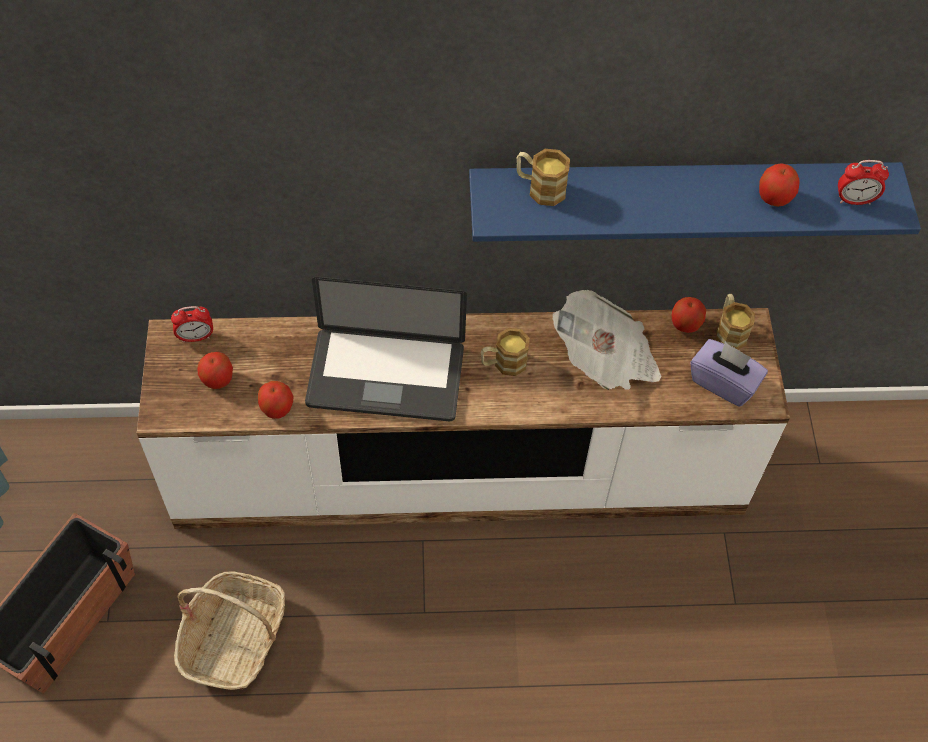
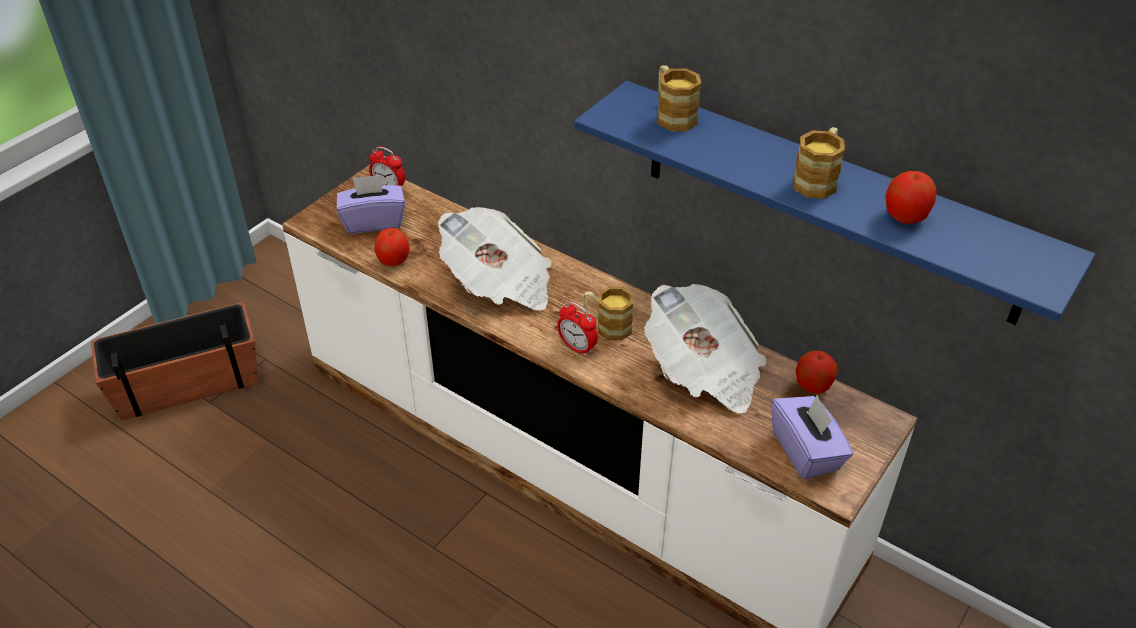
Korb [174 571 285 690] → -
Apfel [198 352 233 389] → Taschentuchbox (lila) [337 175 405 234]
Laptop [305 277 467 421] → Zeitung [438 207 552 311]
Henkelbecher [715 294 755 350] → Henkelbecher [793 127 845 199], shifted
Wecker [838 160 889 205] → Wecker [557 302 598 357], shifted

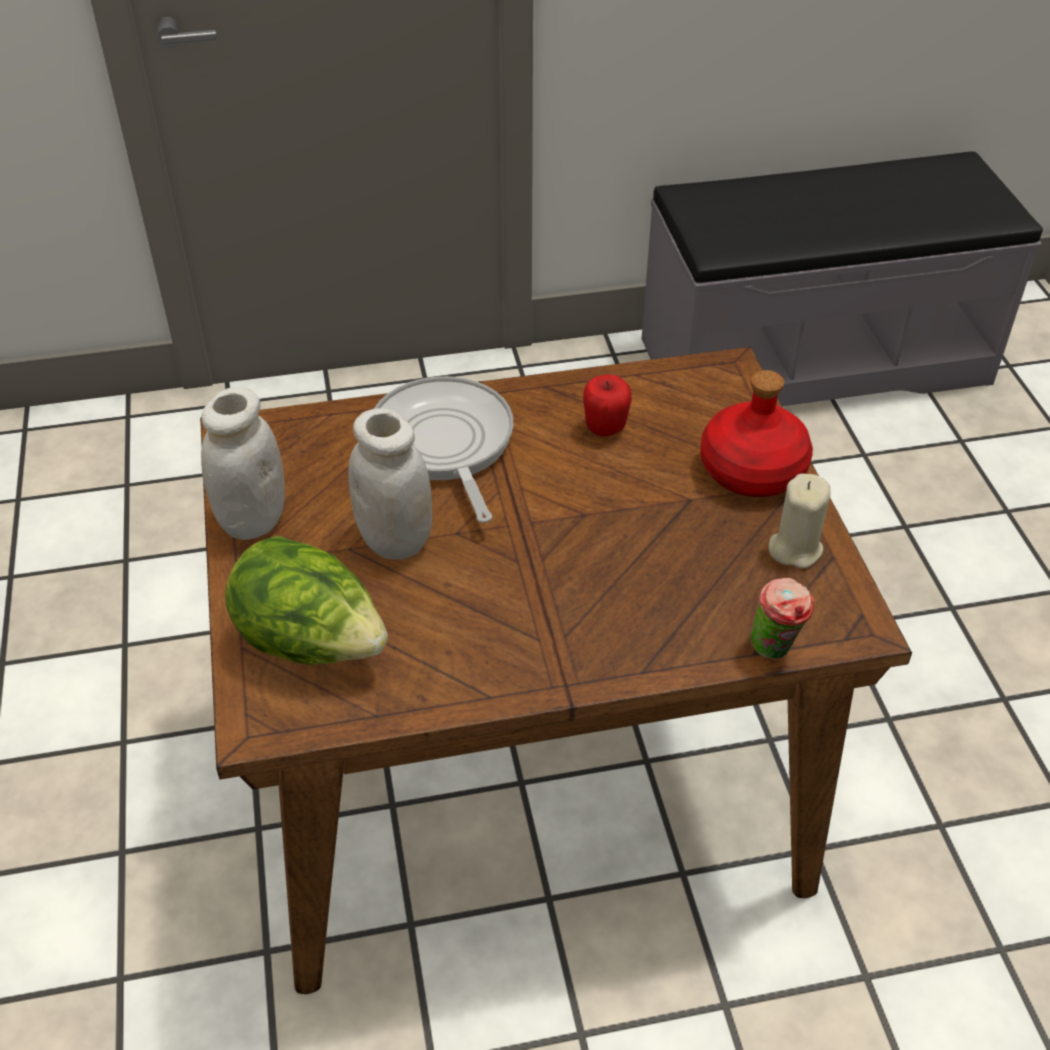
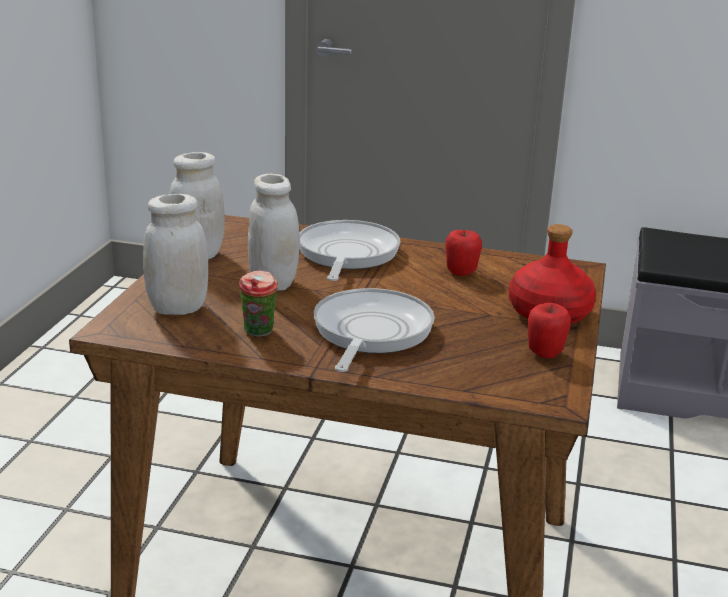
Salatkopf [225 536 388 665] → Vorratsglas (weiß) [143 194 208 315]
Tasse [751 578 814 659] → Tasse [239 271 278 337], shifted
Kerze (beige) [769 473 831 568] → Apfel [528 303 571 359]
- → Pfanne [314 288 434 372]

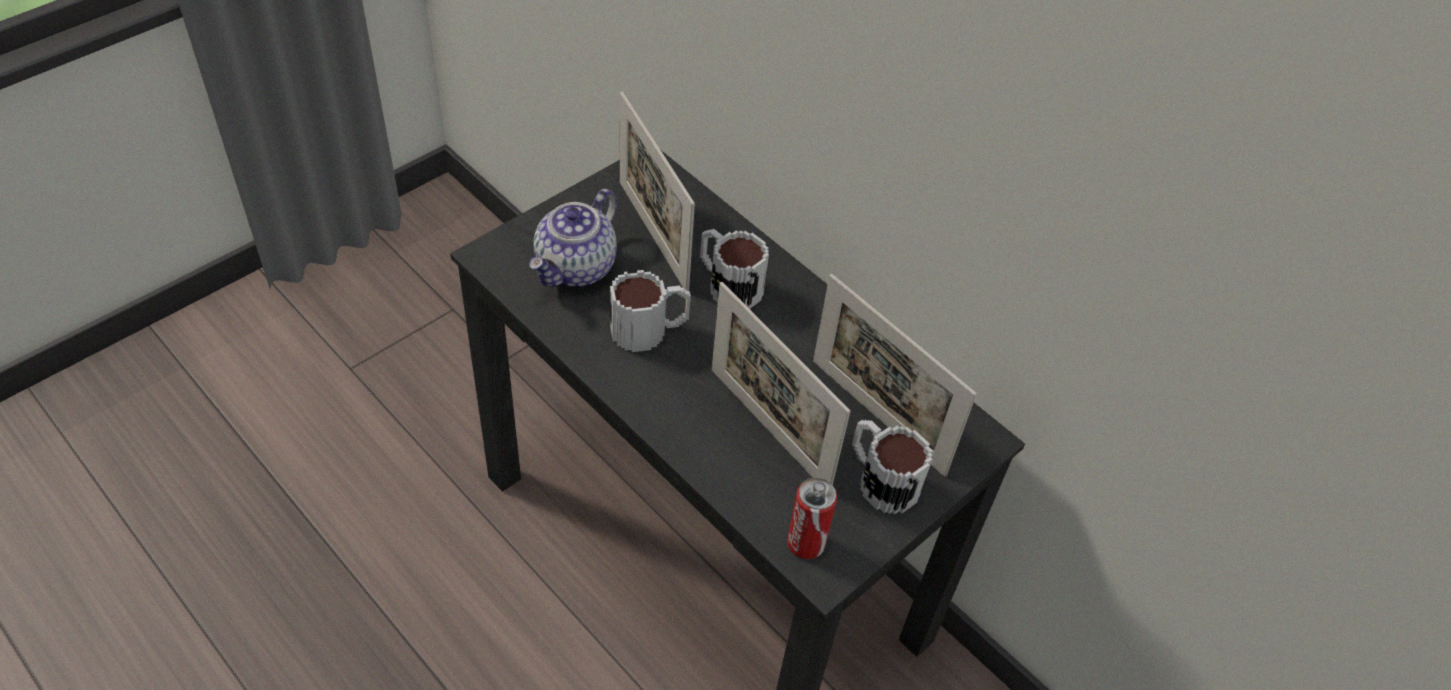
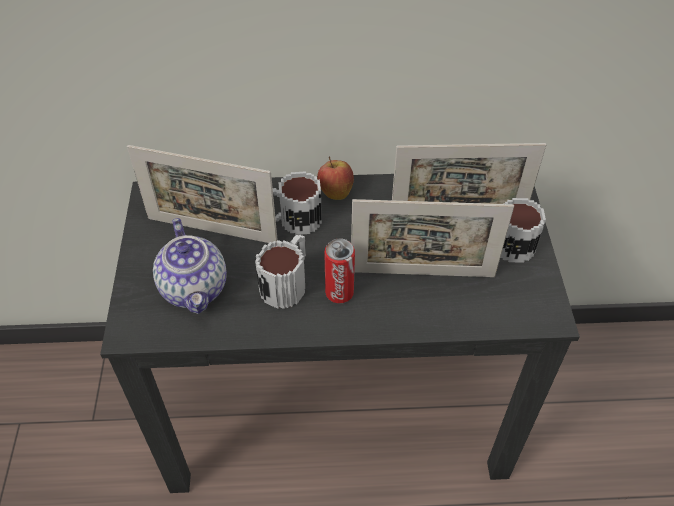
Dose [787 477 837 559] → Dose [324 238 355 303], shifted
- → Apfel [317 156 354 200]

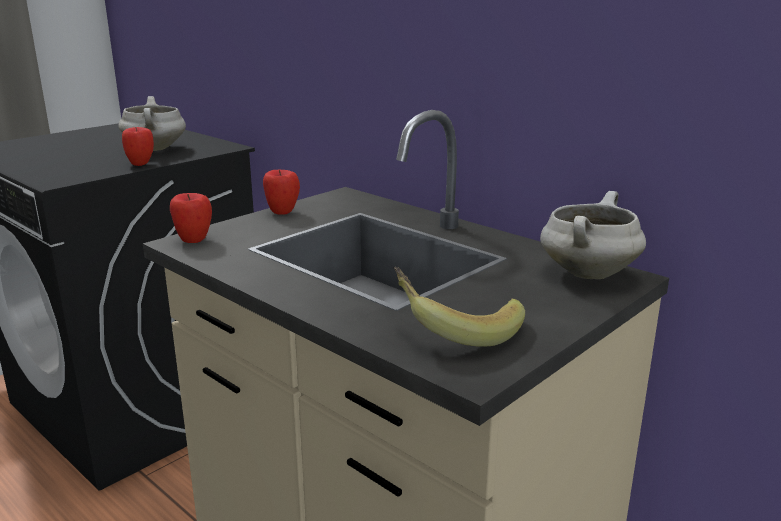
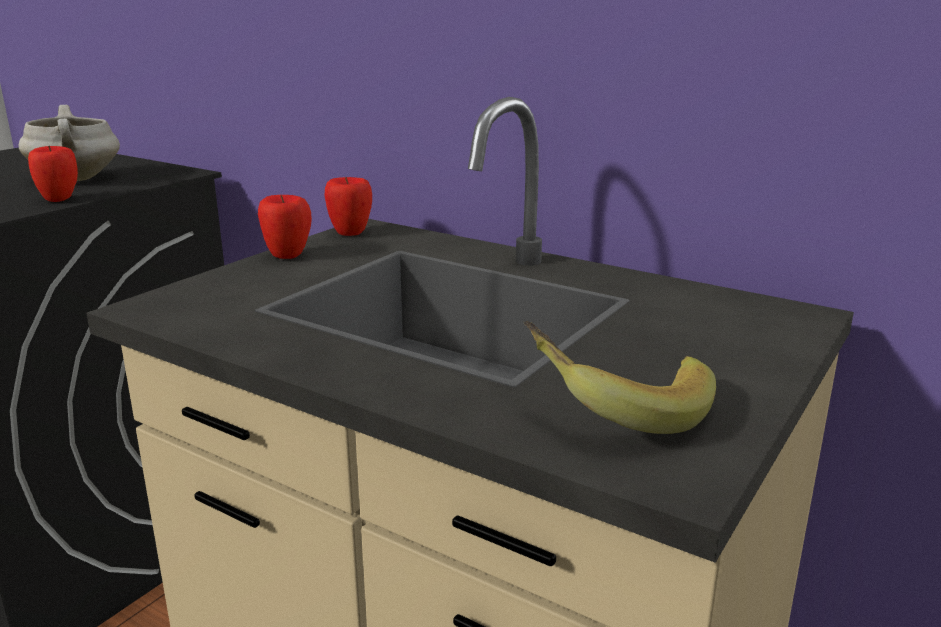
Apfel [170 193 212 243] → Apfel [325 177 372 236], shifted
Kochtopf (weiß) [540 191 646 279] → -

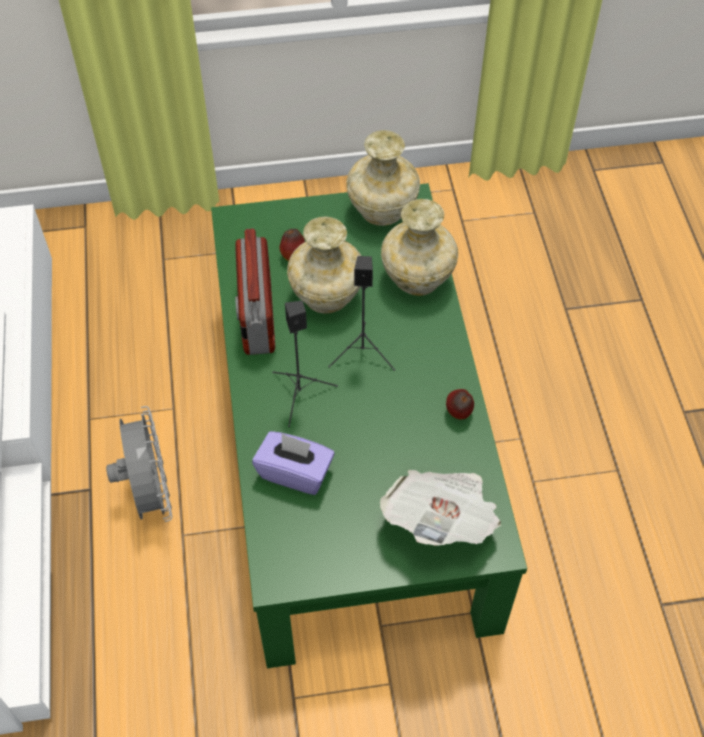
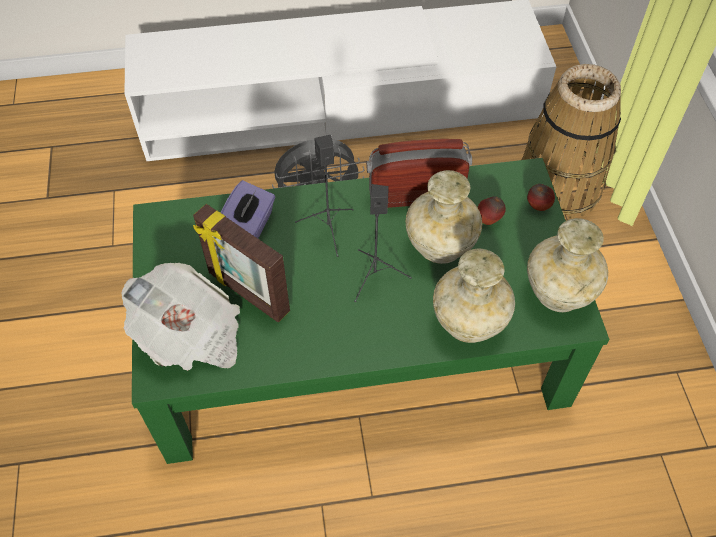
Apfel [446 389 474 419] → Apfel [527 184 555 211], shifted
- → Bilderrahmen [193 204 290 322]
- → Korb [522 64 621 219]

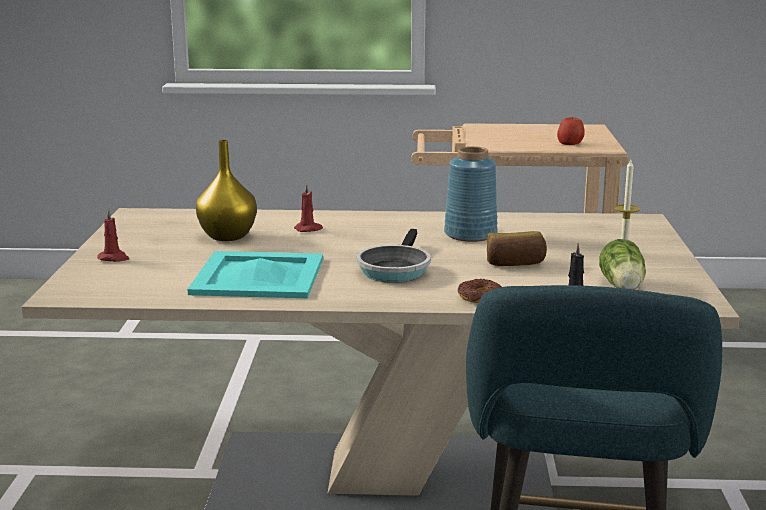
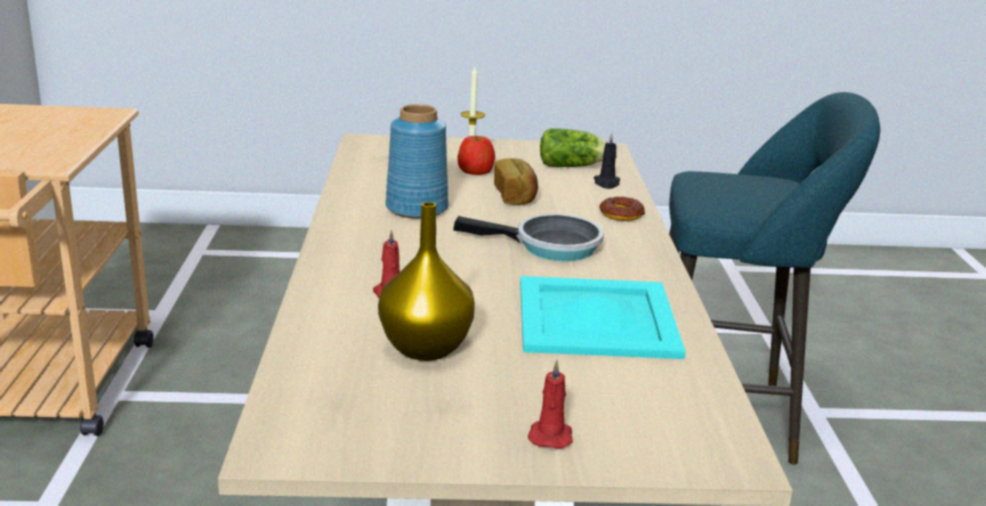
Apfel [557 117 585 145] → Apfel [458 136 495 175], shifted

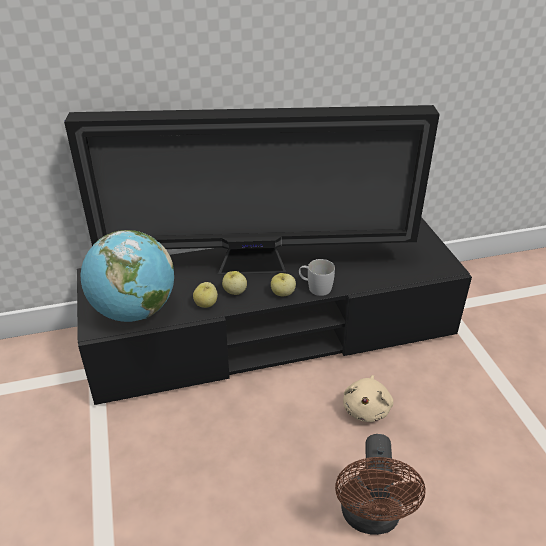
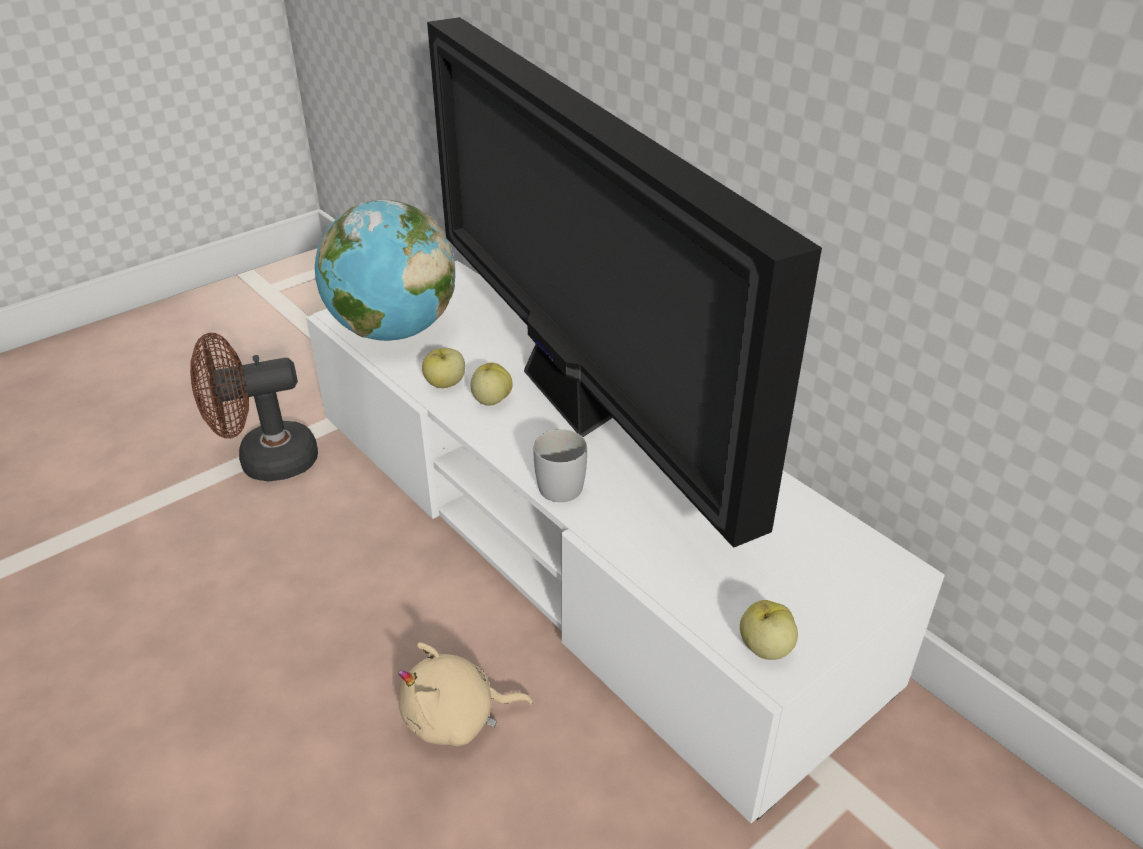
Fernsehschrank (schwarz) [77 217 472 405] → Fernsehschrank (weiß) [306 261 945 823]
Apfel [271 273 296 296] → Apfel [740 600 798 660], shifted
Ventilator (braun) [335 434 426 535] → Ventilator (braun) [190 333 318 482], shifted

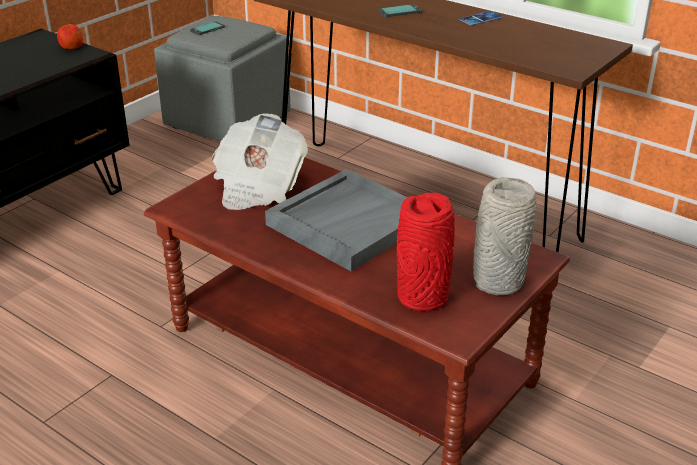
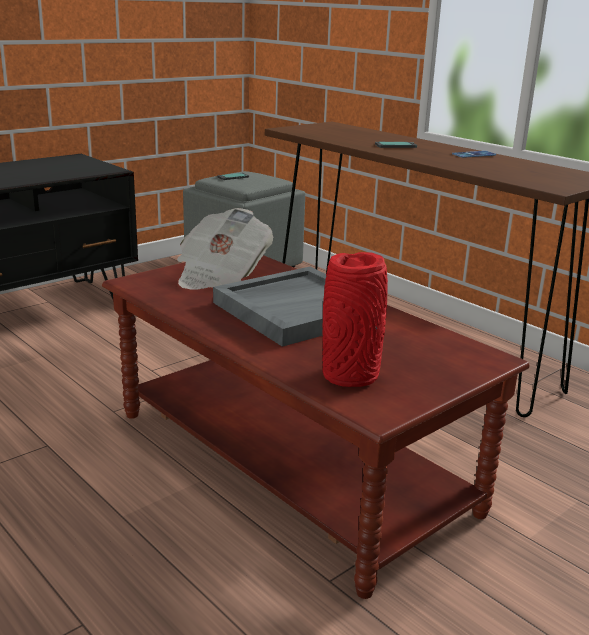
Apfel [57 24 83 49] → -
Vase (grau) [473 177 537 295] → -

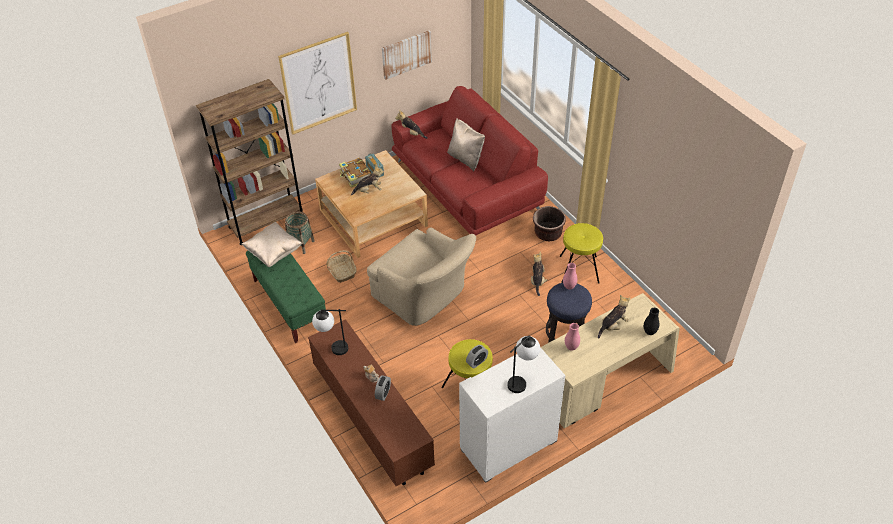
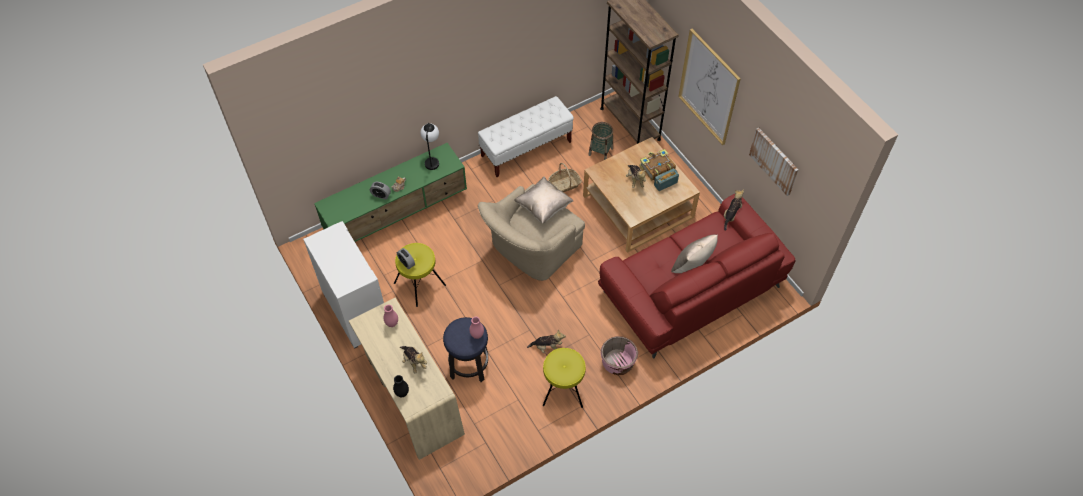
Kissen (beige) [242 222 302 267] → Kissen (beige) [514 176 573 224], shifted
Bank (grün) [246 251 326 343] → Bank (weiß) [478 96 574 177]
Fernsehschrank (braun) [308 319 435 486] → Fernsehschrank (grün) [314 143 467 242]
Tischlampe [508 336 540 393] → -
Pflanzkübel (braun) [533 206 566 241] → Pflanzkübel (rosa) [601 336 638 375]

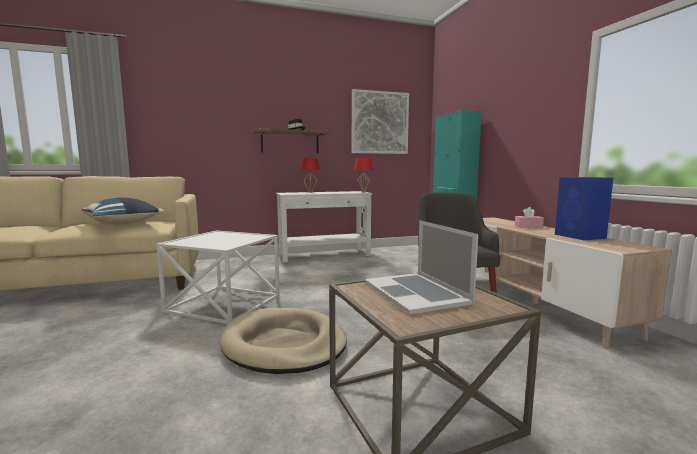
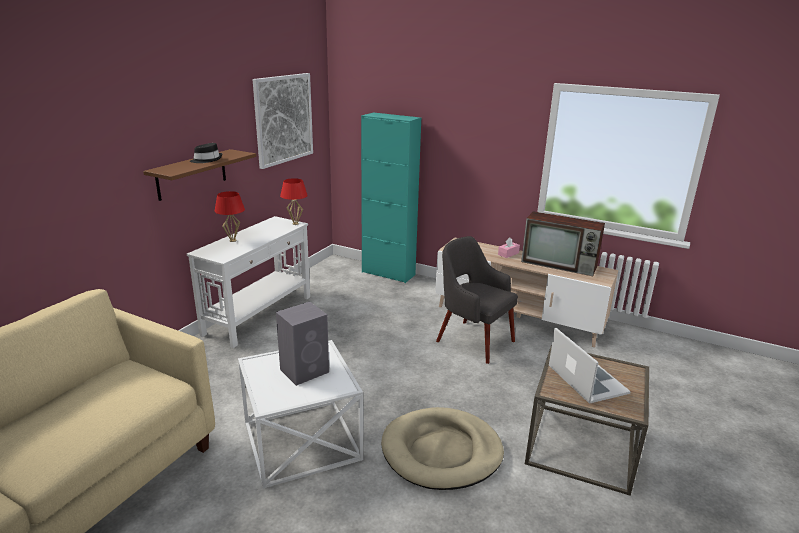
Kissen (blau) [82 198 164 225] → -
Laptop [365 220 478 314] → Laptop [549 327 631 403], 135 degrees counterclockwise
Lautsprecher (blau) [555 177 613 240] → Fernseher [521 211 605 276]
- → Lautsprecher (grau) [276 302 329 386]

